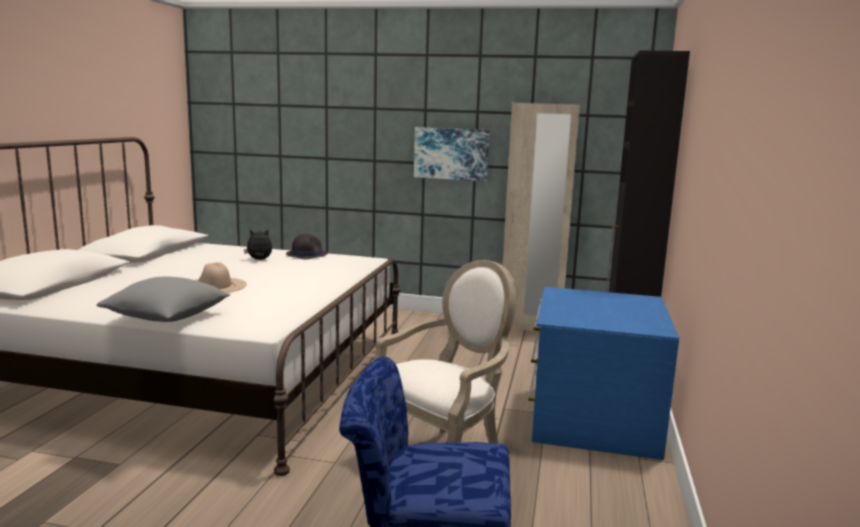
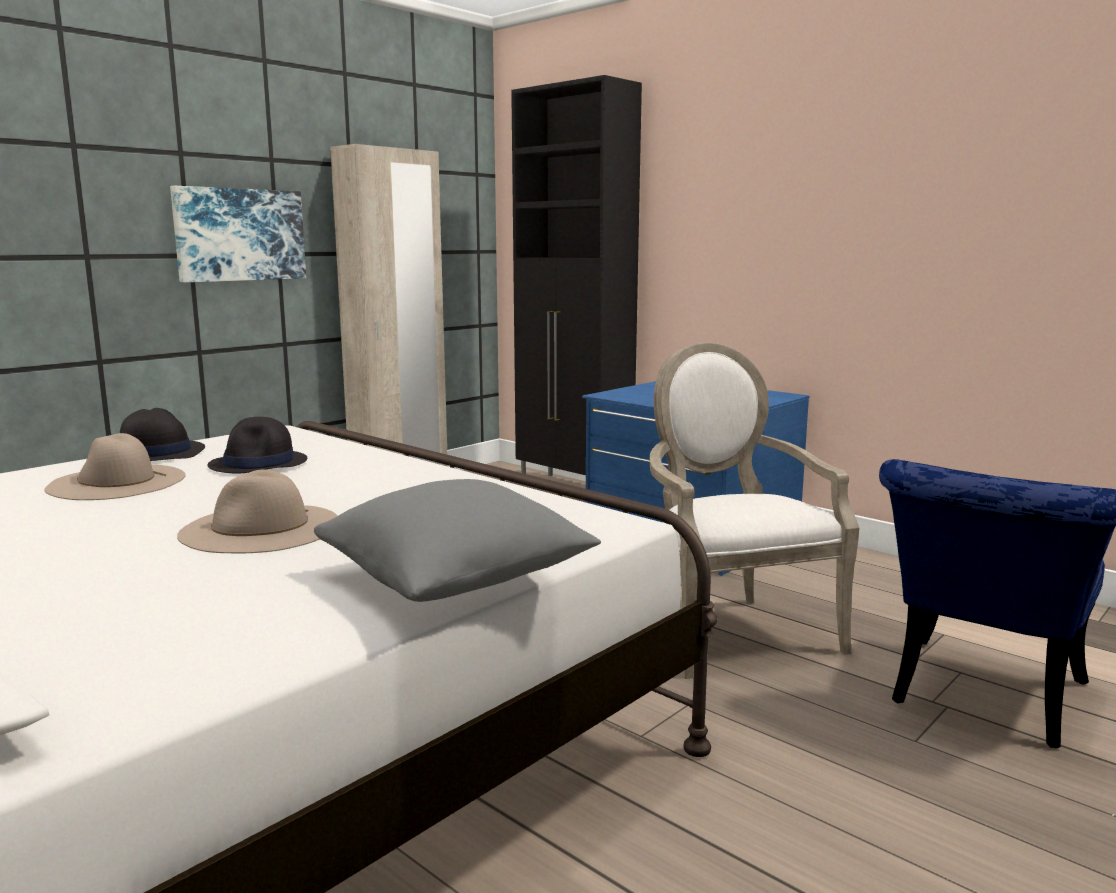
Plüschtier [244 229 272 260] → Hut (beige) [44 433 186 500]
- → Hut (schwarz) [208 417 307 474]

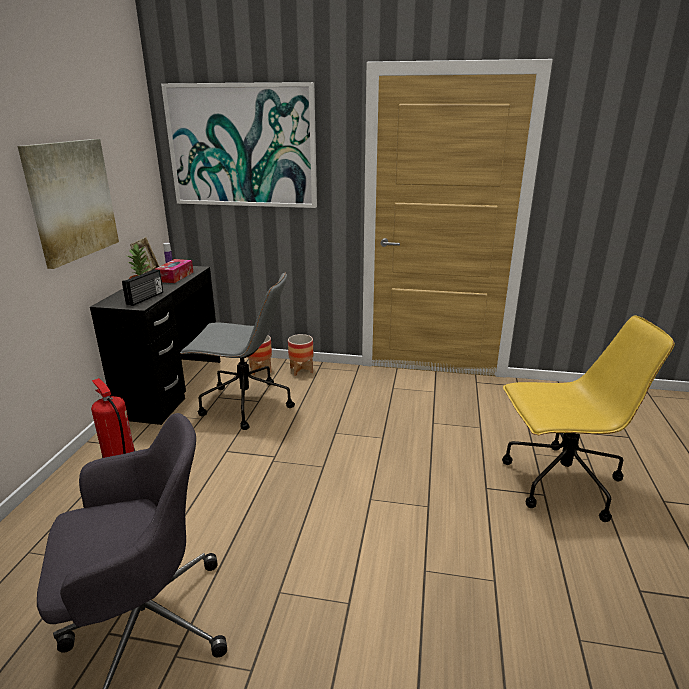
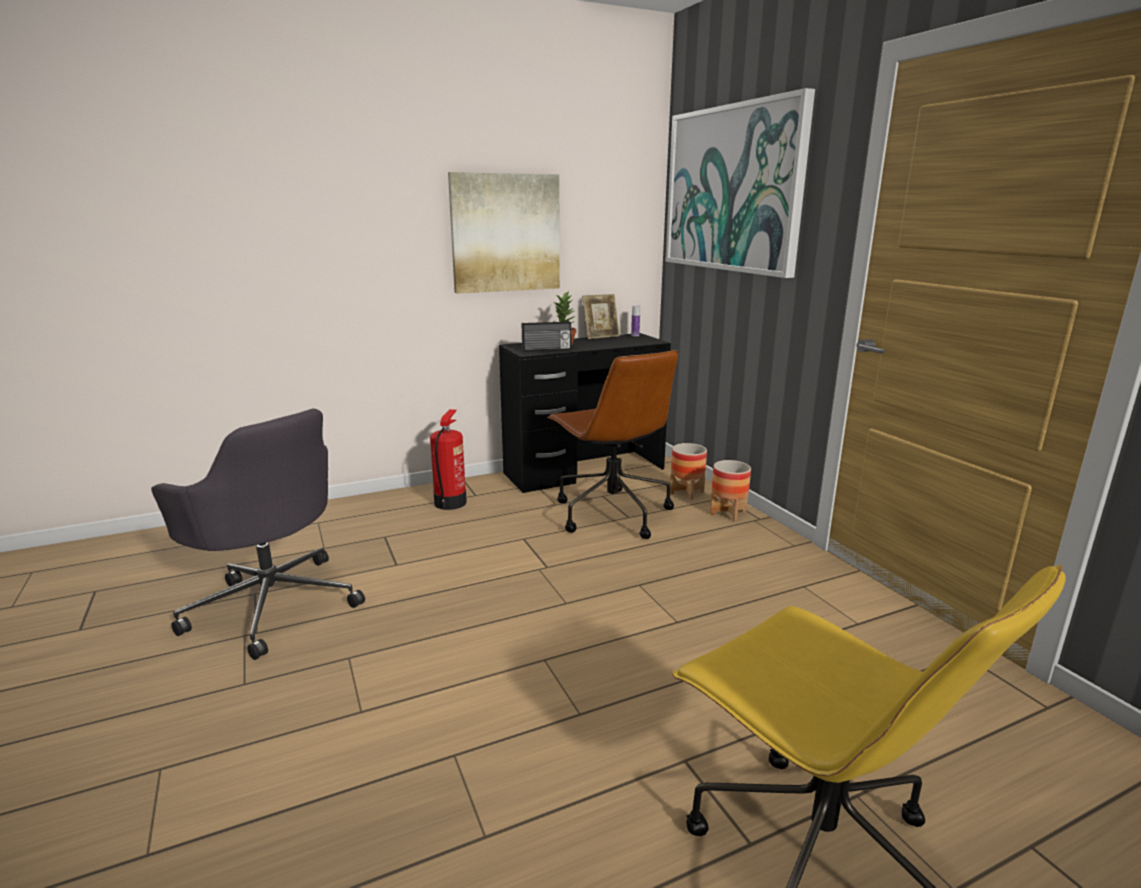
Taschentuchbox [155 259 193 283] → -
Bürostuhl (grau) [180 272 295 430] → Bürostuhl (braun) [547 350 678 539]

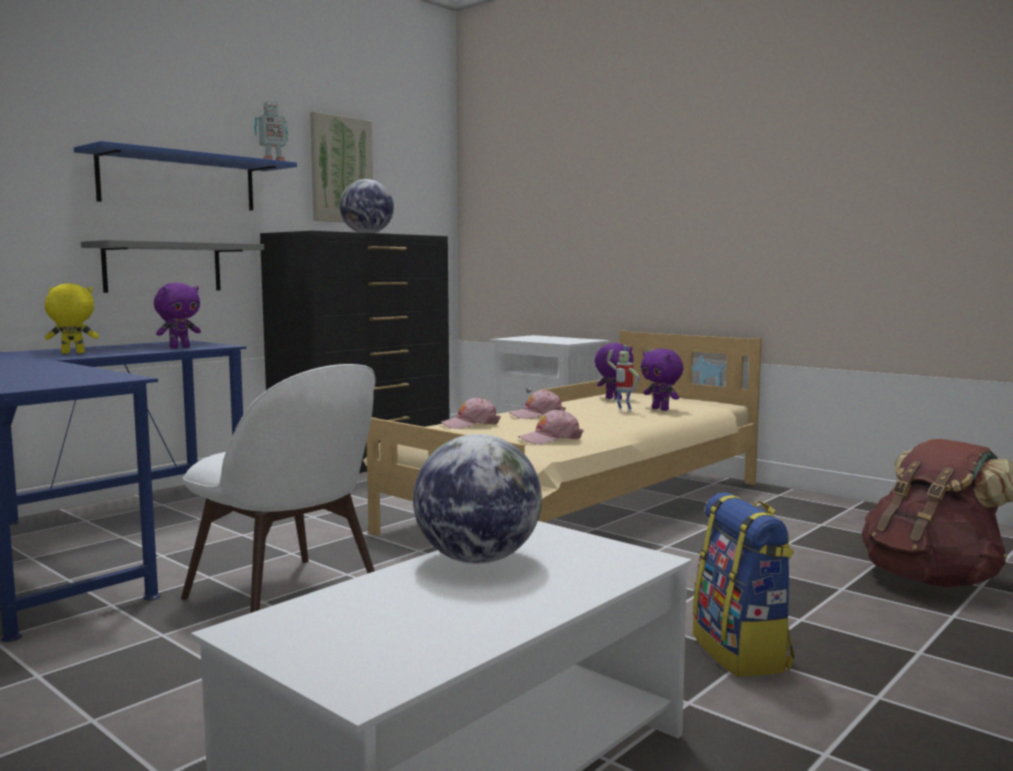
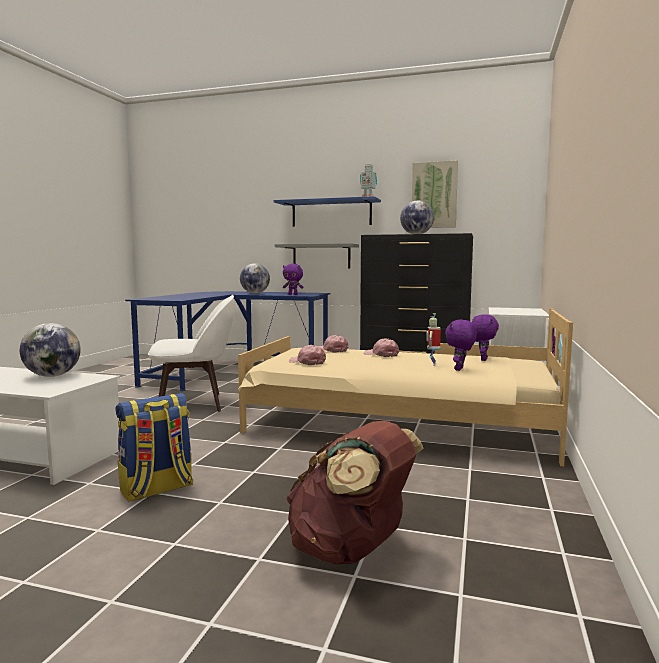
Plüschtier (gelb) [45 284 99 354] → Globus [240 263 270 293]
Stuhl (weiß) [181 364 376 613] → Stuhl (weiß) [148 295 235 412], 120 degrees counterclockwise

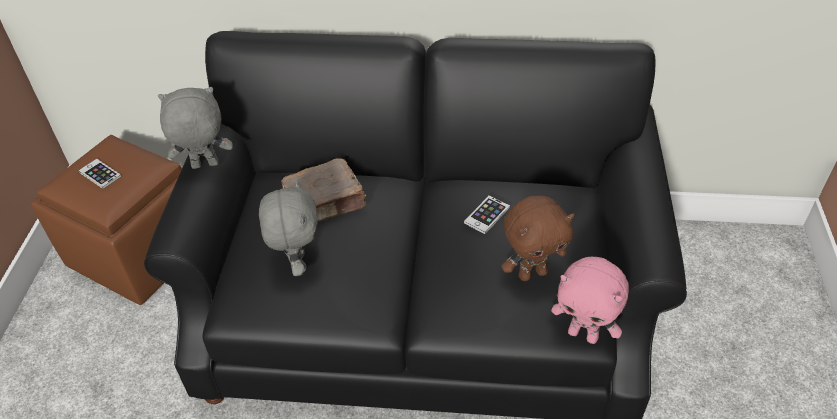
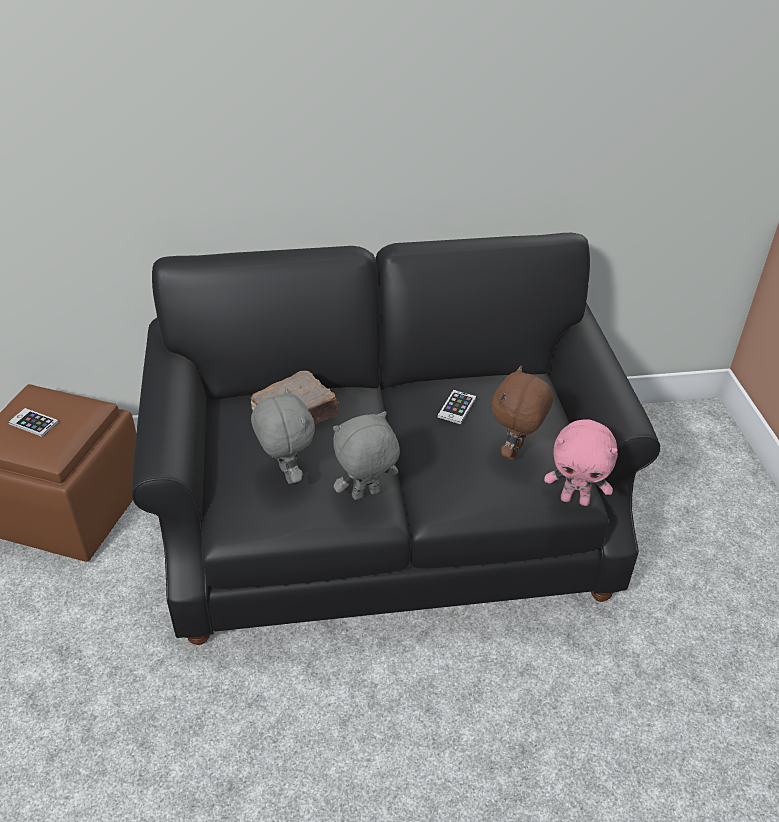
Plüschtier (grau) [158 87 233 169] → Plüschtier (grau) [333 411 400 500], shifted
Plüschtier (braun) [501 196 575 281] → Plüschtier (braun) [492 365 553 460], 150 degrees clockwise

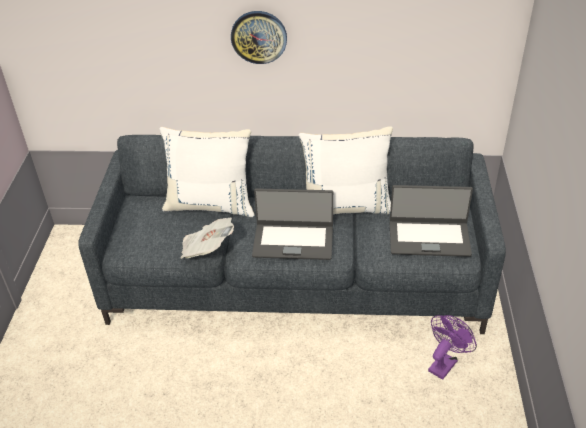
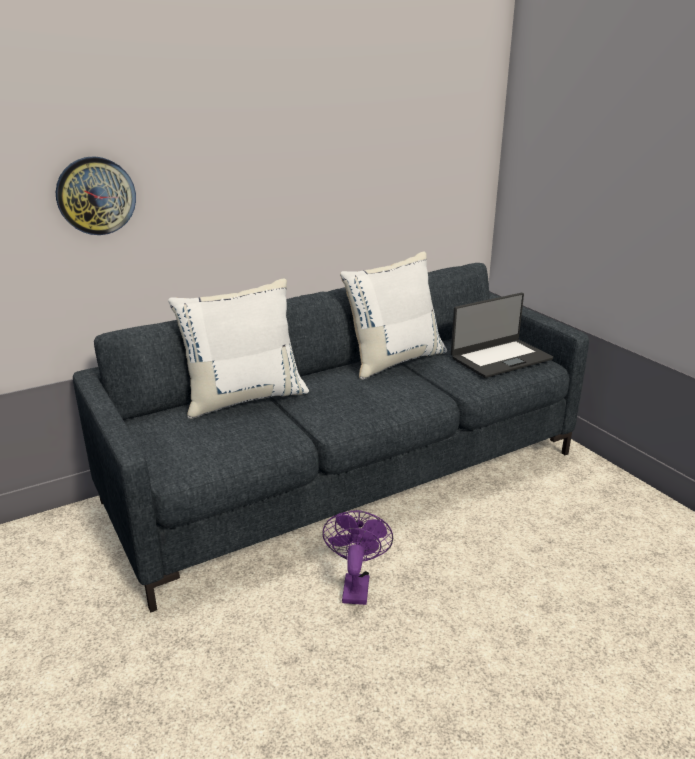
Zeitung [180 217 234 259] → -
Wanduhr [231 11 287 64] → Wanduhr [56 156 136 235], shifted
Laptop [252 188 333 260] → -
Ventilator (lila) [428 315 477 380] → Ventilator (lila) [322 510 393 605], shifted

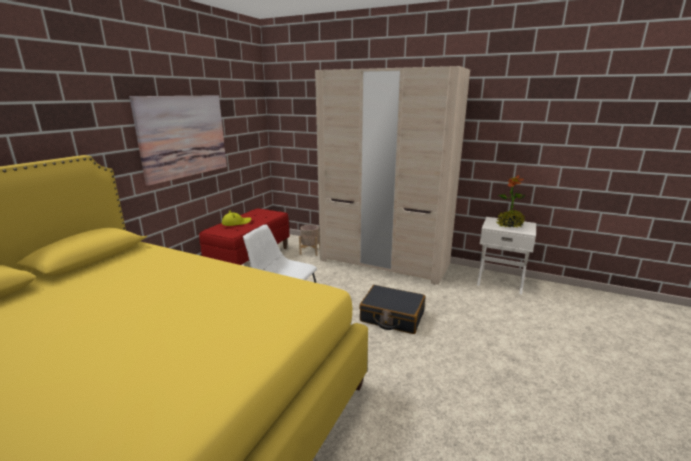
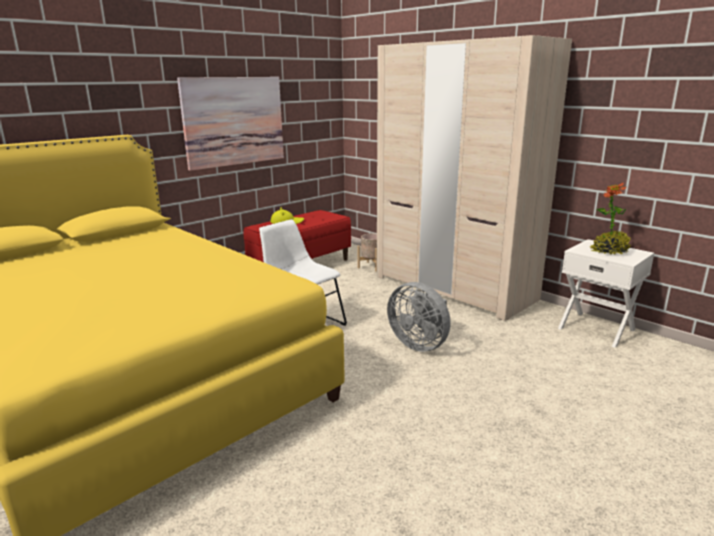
Koffer (schwarz) [359 285 425 334] → Ventilator (grau) [387 282 451 352]

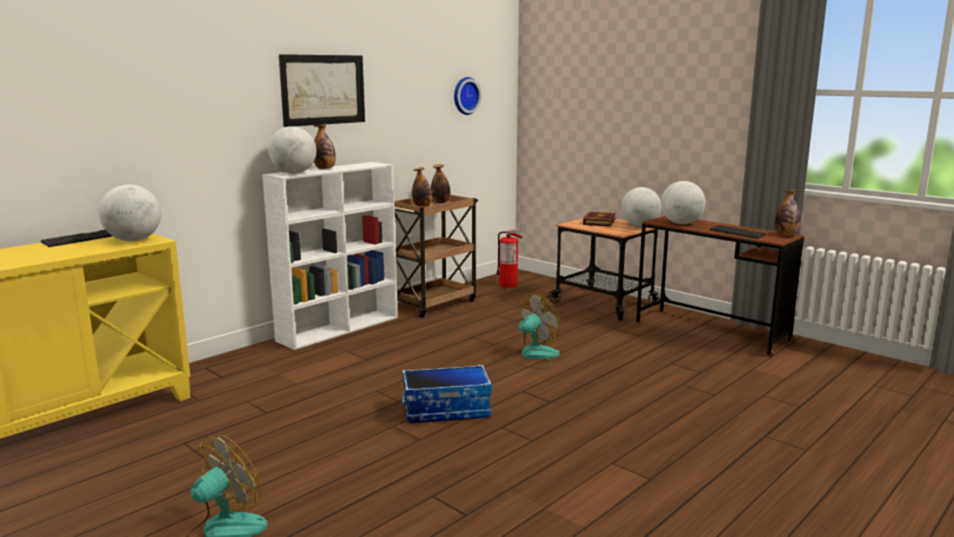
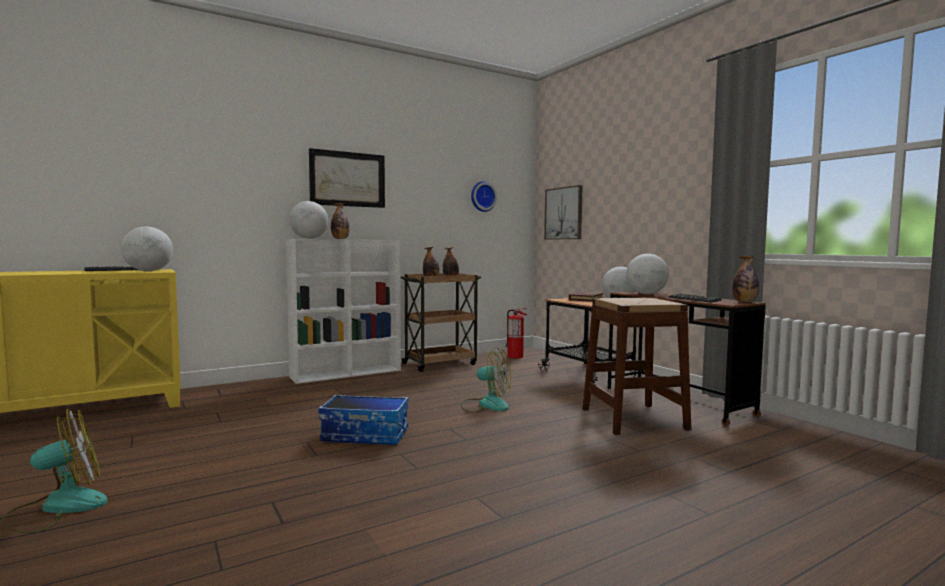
Ventilator [509 294 560 369] → Ventilator [461 347 511 413], 45 degrees clockwise
- → Bild [544 185 583 239]
- → Hocker (braun) [582 298 692 435]

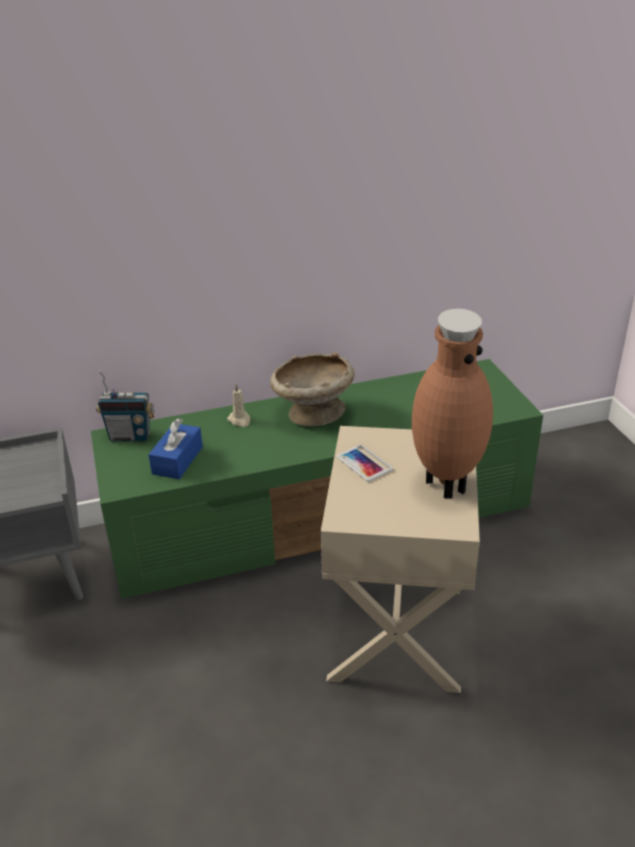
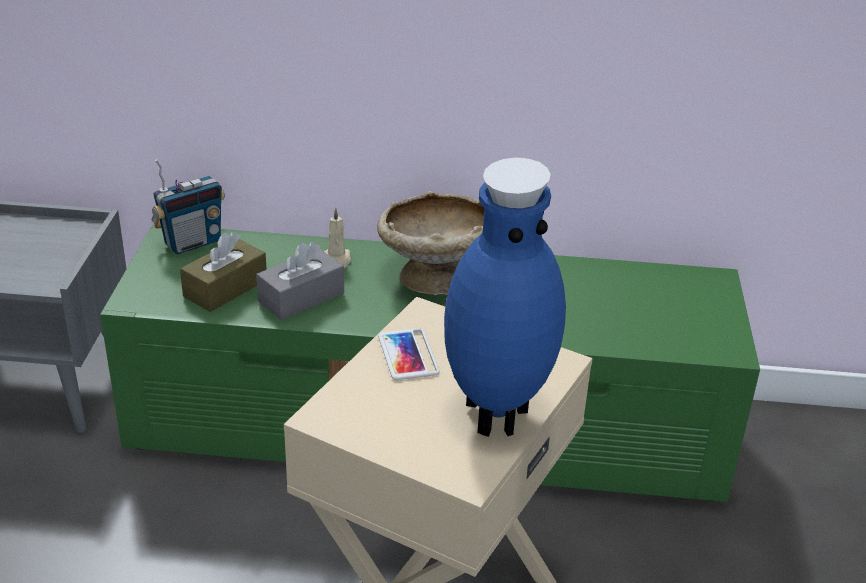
Radio [96 371 155 442] → Radio [151 159 225 254], 60 degrees counterclockwise
Taschentuchbox (blau) [148 418 203 479] → Taschentuchbox (braun) [180 232 267 312]
Vase (braun) [412 309 493 498] → Vase (blau) [444 157 566 437]
- → Taschentuchbox (grau) [256 242 344 320]

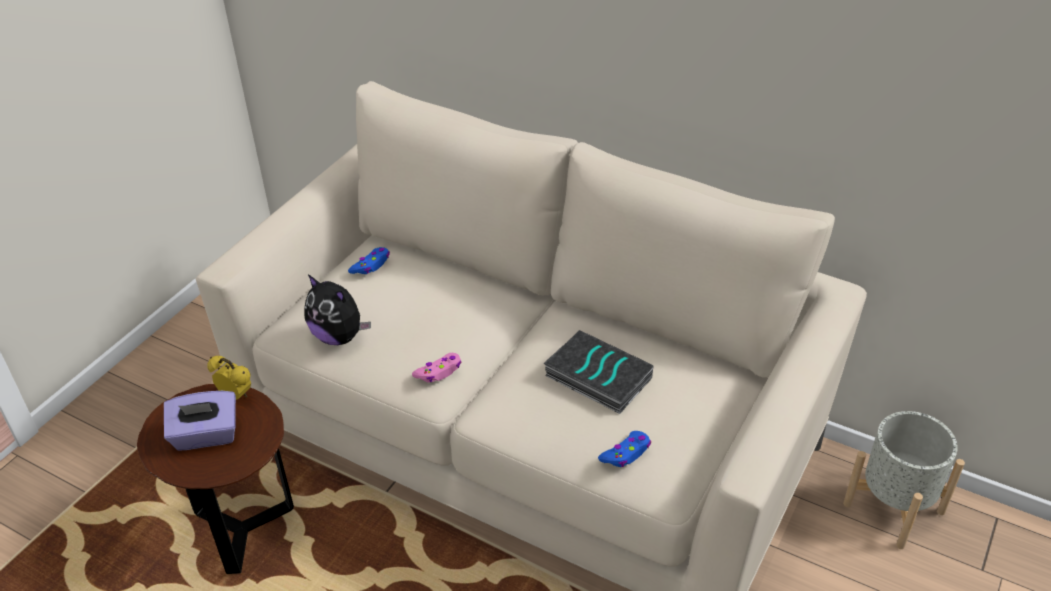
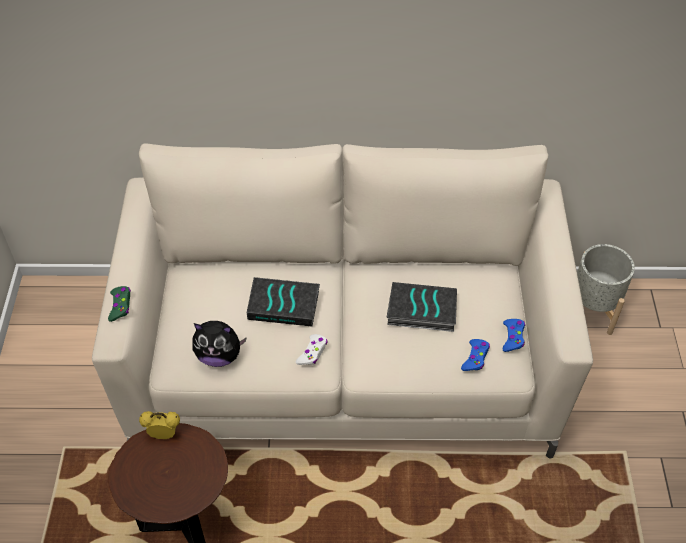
Taschentuchbox (lila) [164 391 236 451] → -
Gamepad (blau) [348 247 390 274] → Gamepad (blau) [503 319 525 352], shifted
Gamepad (rosa) [412 353 462 383] → Gamepad (weiß) [296 334 327 365]
- → Gamepad (grün) [108 286 131 322]
- → Buch [247 277 320 327]

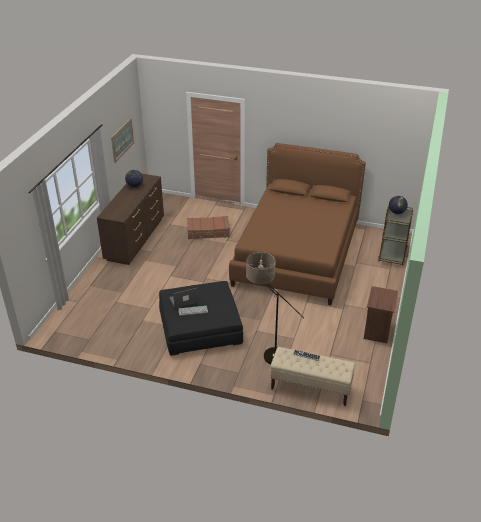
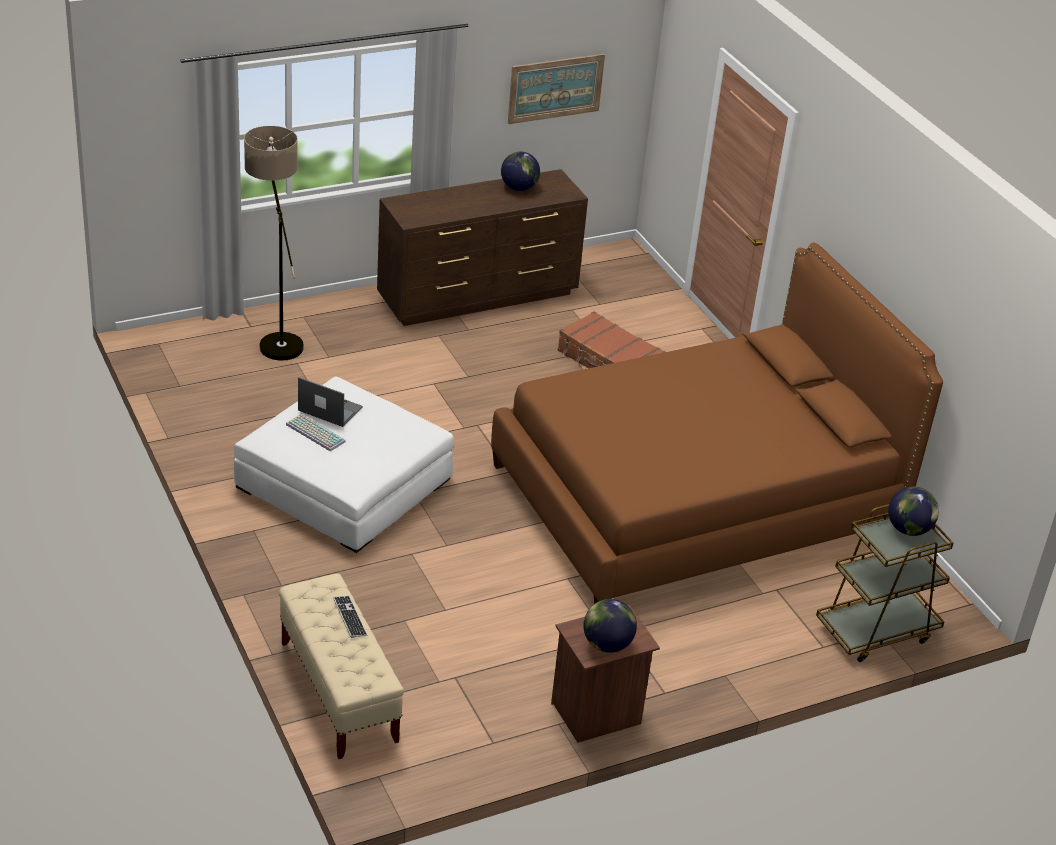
Polsterhocker (schwarz) [159 281 243 356] → Polsterhocker (weiß) [234 376 454 553]
Stehlampe [246 252 304 364] → Stehlampe [244 126 304 361], shifted
- → Globus [583 599 637 653]

